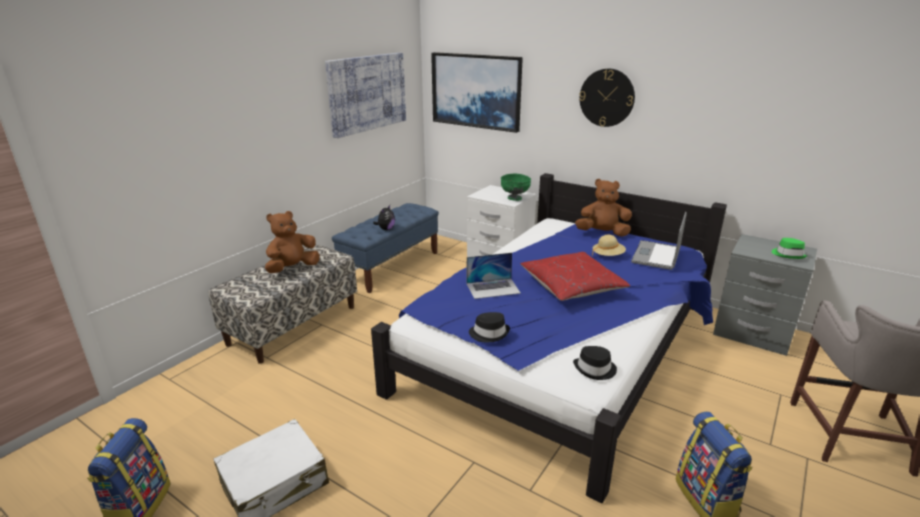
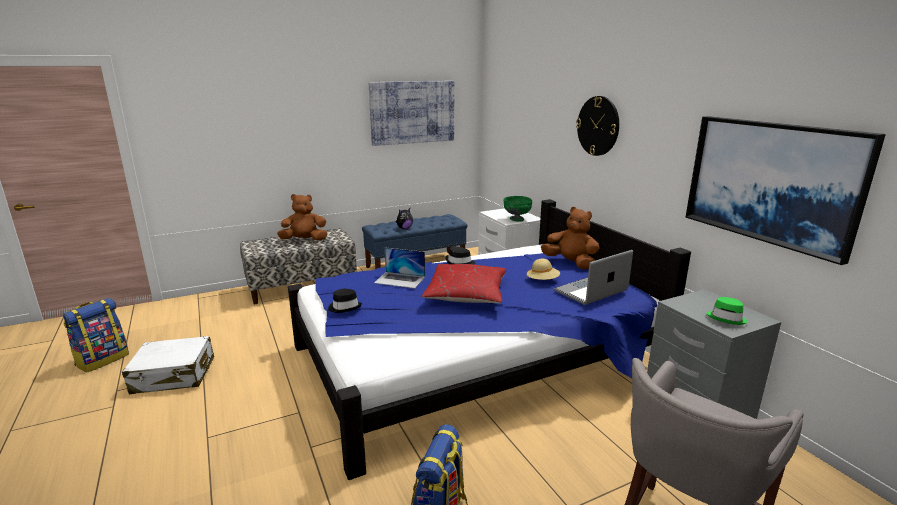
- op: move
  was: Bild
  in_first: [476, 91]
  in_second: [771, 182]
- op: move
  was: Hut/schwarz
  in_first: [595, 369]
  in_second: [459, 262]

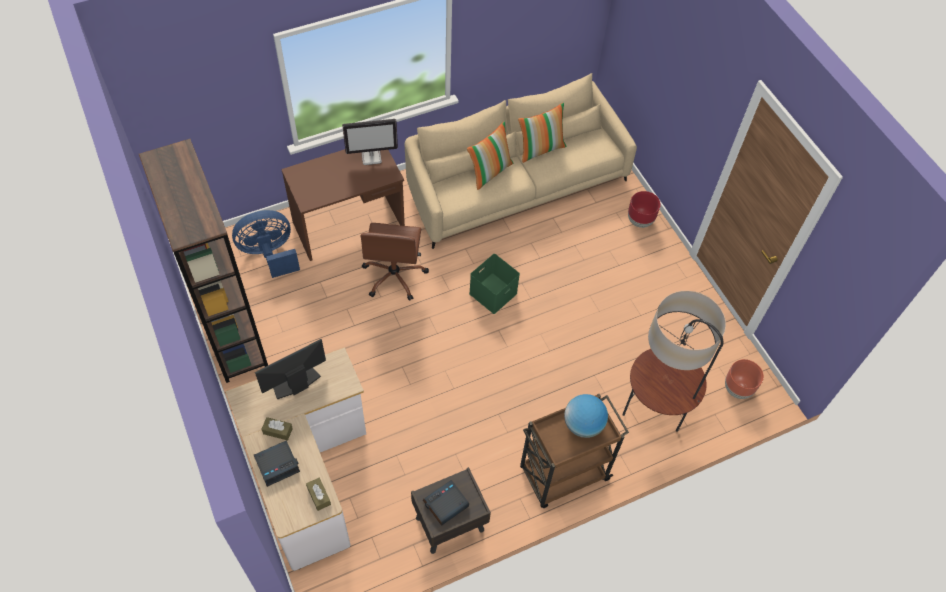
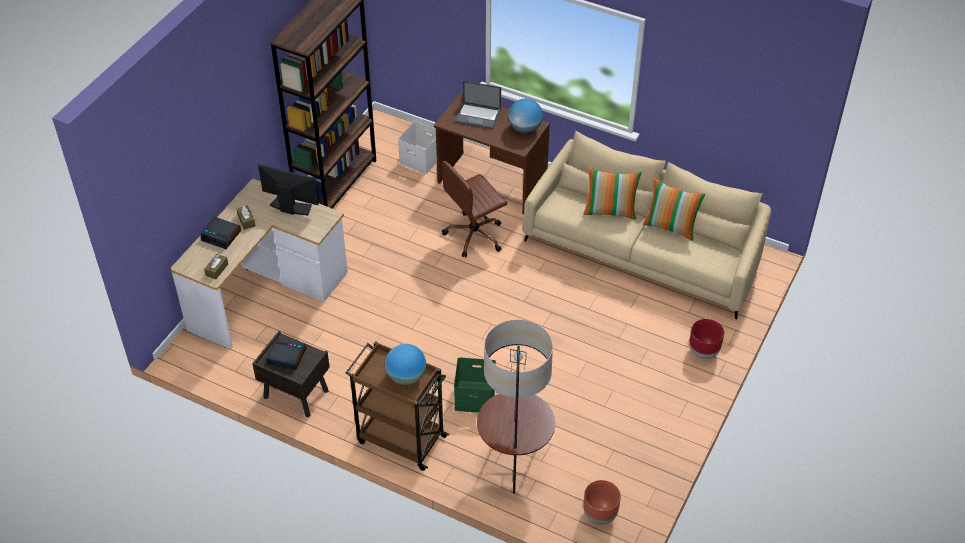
- op: insert
  now: Laptop
  in_second: [478, 116]
- op: move
  was: Aufbewahrungsbox/grün
  in_first: [493, 292]
  in_second: [476, 396]
- op: replace
  was: Ventilator/blau
  now: Aufbewahrungsbox/weiß
  in_first: [269, 254]
  in_second: [419, 159]
- op: replace
  was: Monitor
  now: Globus
  in_first: [372, 157]
  in_second: [525, 128]

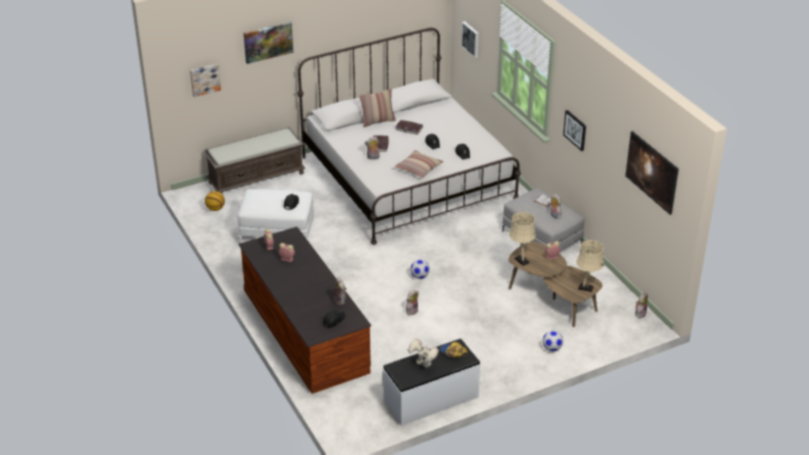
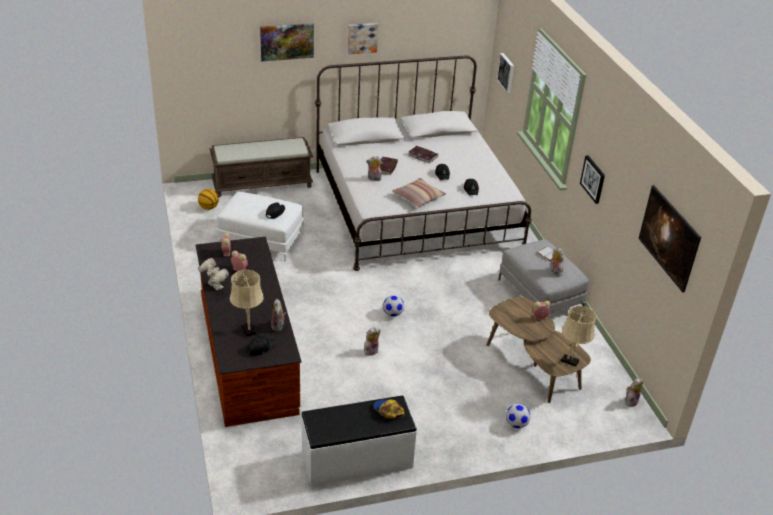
- op: delete
  was: Kissen
  in_first: [377, 121]
- op: move
  was: Bild
  in_first: [205, 79]
  in_second: [362, 37]
- op: move
  was: Spielzeugroboter
  in_first: [422, 364]
  in_second: [214, 286]
- op: move
  was: Tischlampe/beige
  in_first: [520, 260]
  in_second: [248, 328]

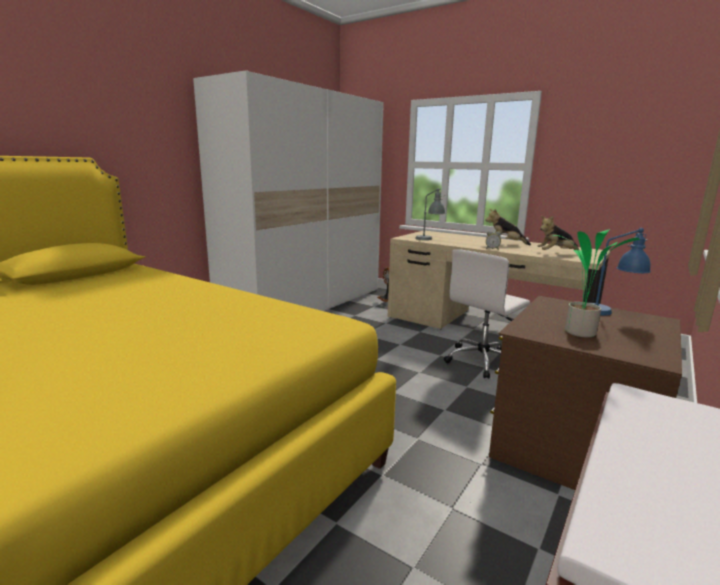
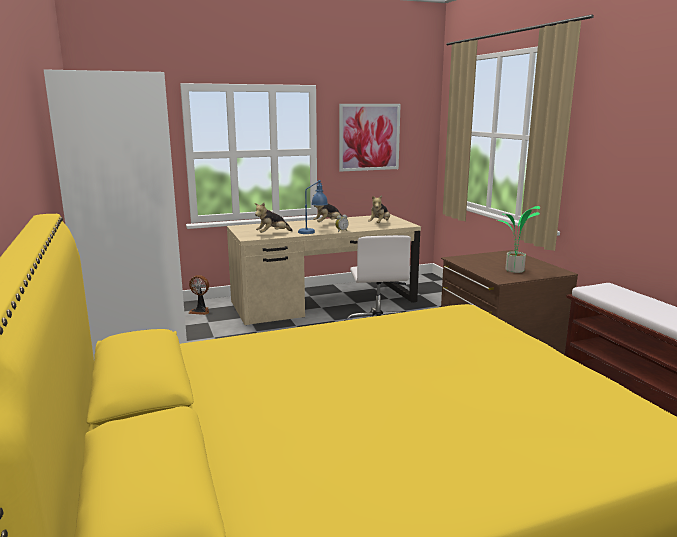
- op: insert
  now: Bild
  in_second: [369, 137]
- op: move
  was: Tischlampe/blau
  in_first: [610, 312]
  in_second: [313, 231]
- op: replace
  was: Tischlampe/grau
  now: Plüschtier
  in_first: [429, 239]
  in_second: [272, 234]

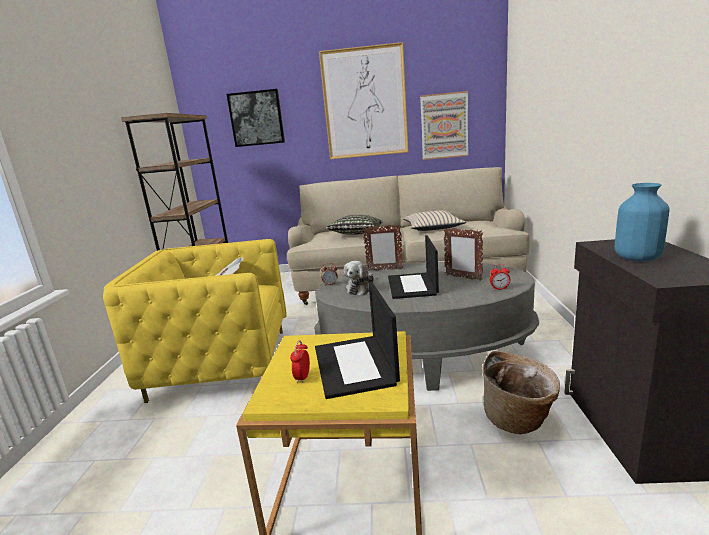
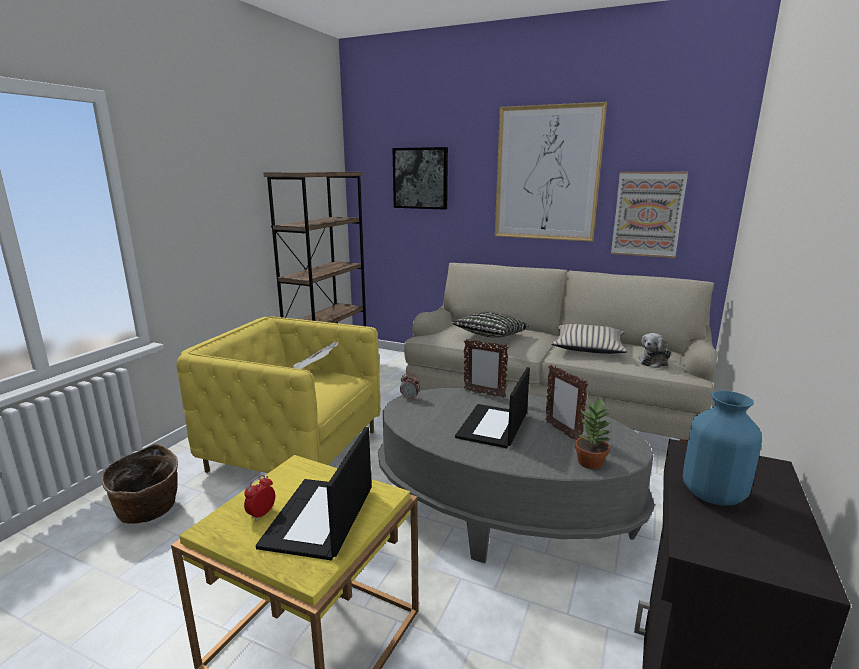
- op: move
  was: Plüschtier
  in_first: [361, 288]
  in_second: [654, 361]
- op: move
  was: Korb
  in_first: [518, 419]
  in_second: [149, 512]
- op: replace
  was: Wecker
  now: Topfpflanze
  in_first: [499, 289]
  in_second: [591, 462]

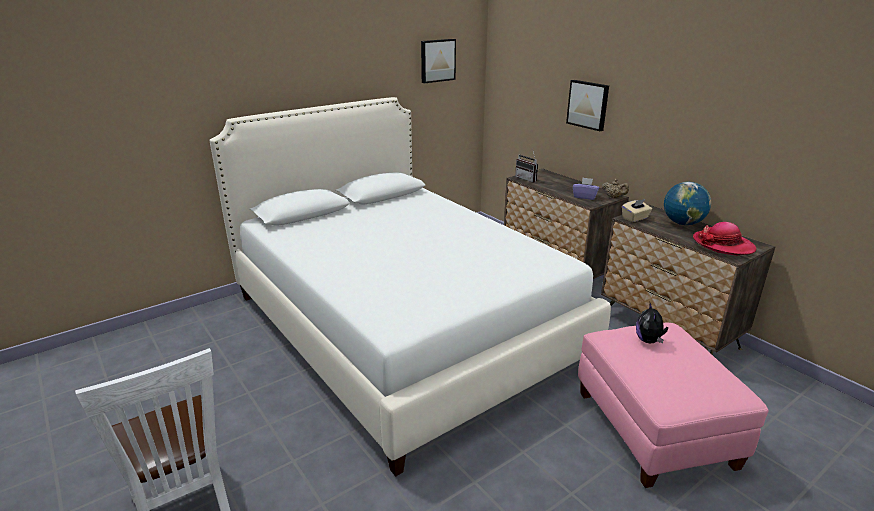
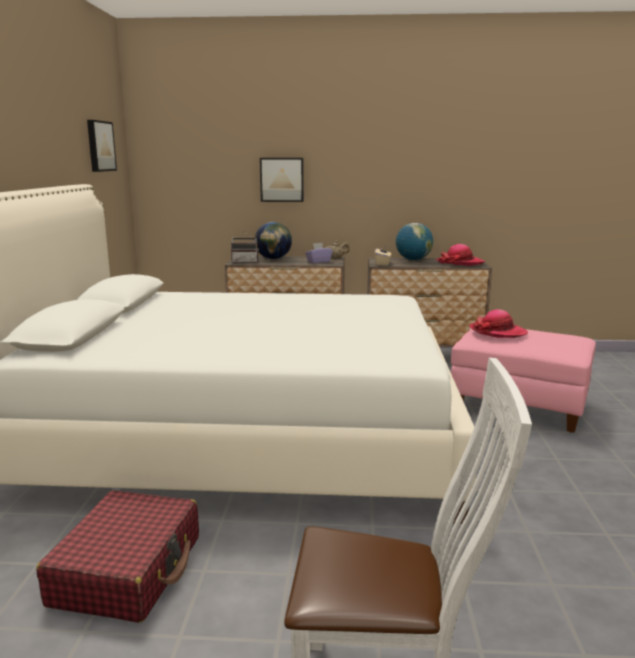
- op: insert
  now: Koffer/rot
  in_second: [128, 570]
- op: insert
  now: Globus
  in_second: [273, 259]
- op: replace
  was: Plüschtier
  now: Hut
  in_first: [649, 341]
  in_second: [497, 332]

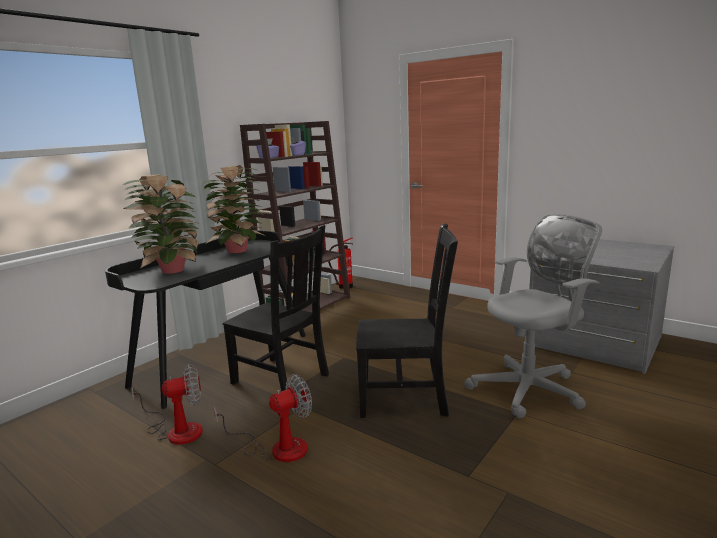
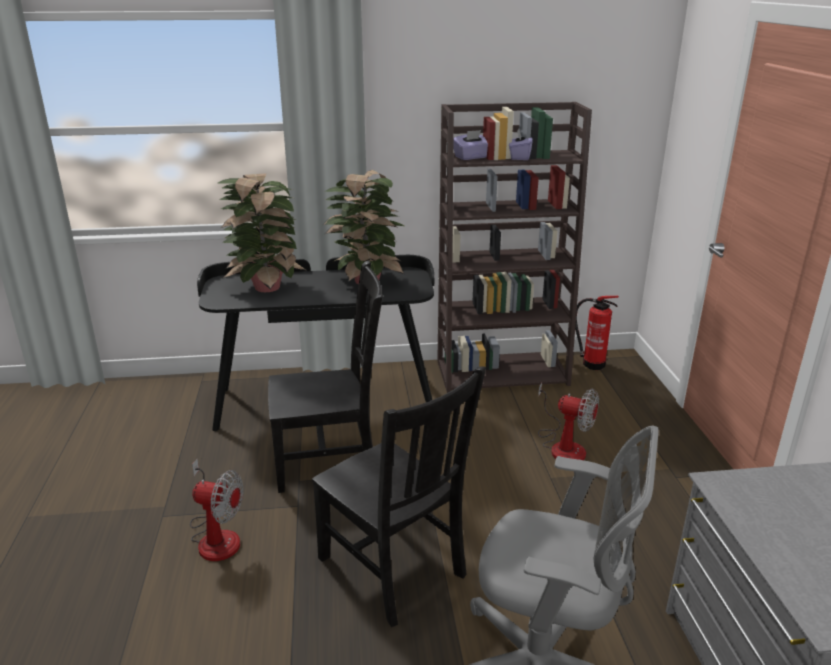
- op: move
  was: Ventilator
  in_first: [177, 430]
  in_second: [563, 445]
- op: rotate
  was: Stuhl/schwarz
  in_first: [282, 380]
  in_second: [330, 462]
  clockwise: -90

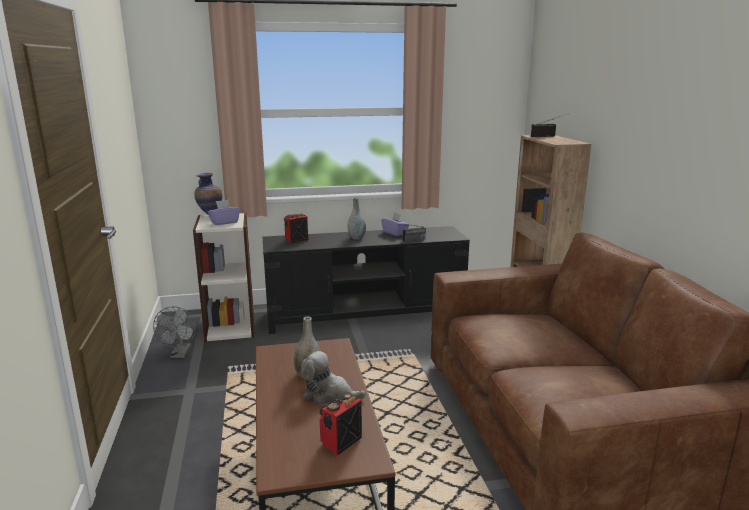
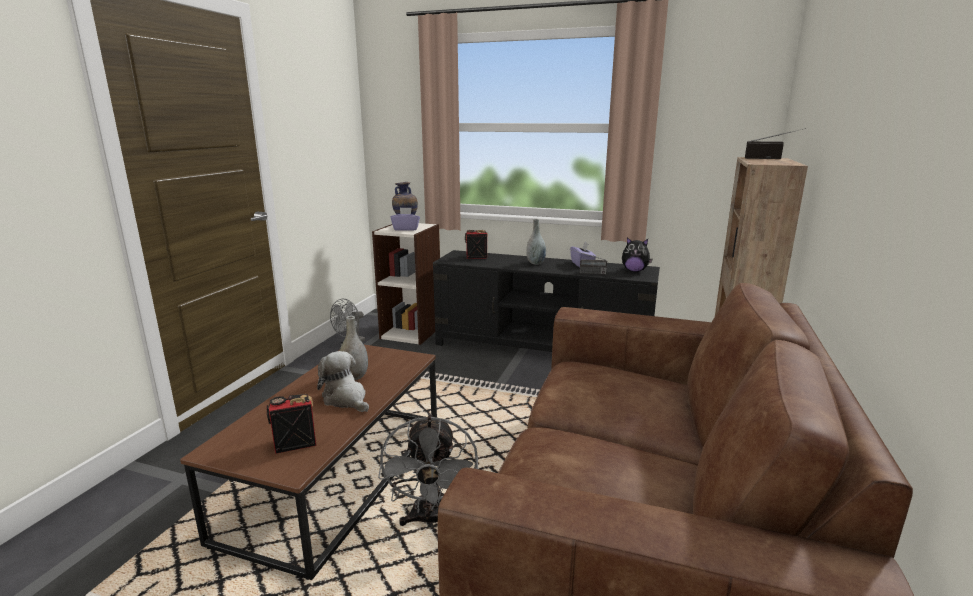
- op: insert
  now: Ventilator/grau
  in_second: [432, 520]
- op: insert
  now: Plüschtier
  in_second: [634, 271]

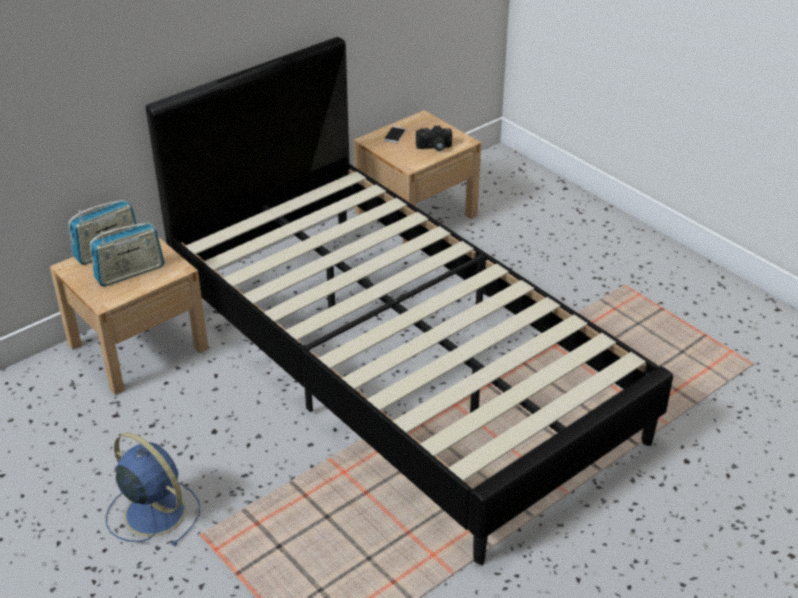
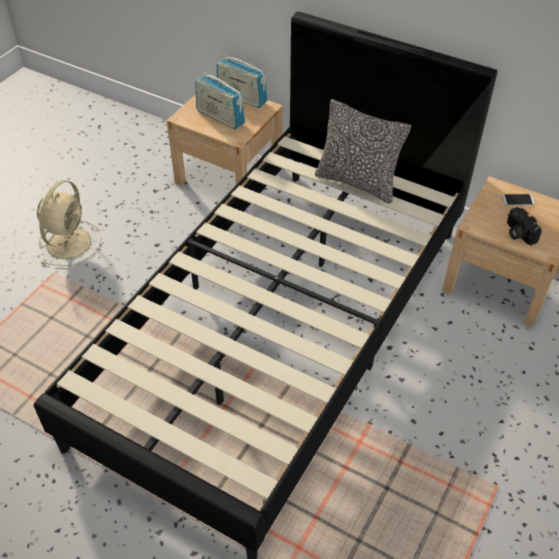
- op: insert
  now: Kissen
  in_second: [357, 182]
- op: recolor
  was: Ventilator/blau
  now: Ventilator/beige
  in_first: [153, 511]
  in_second: [70, 242]

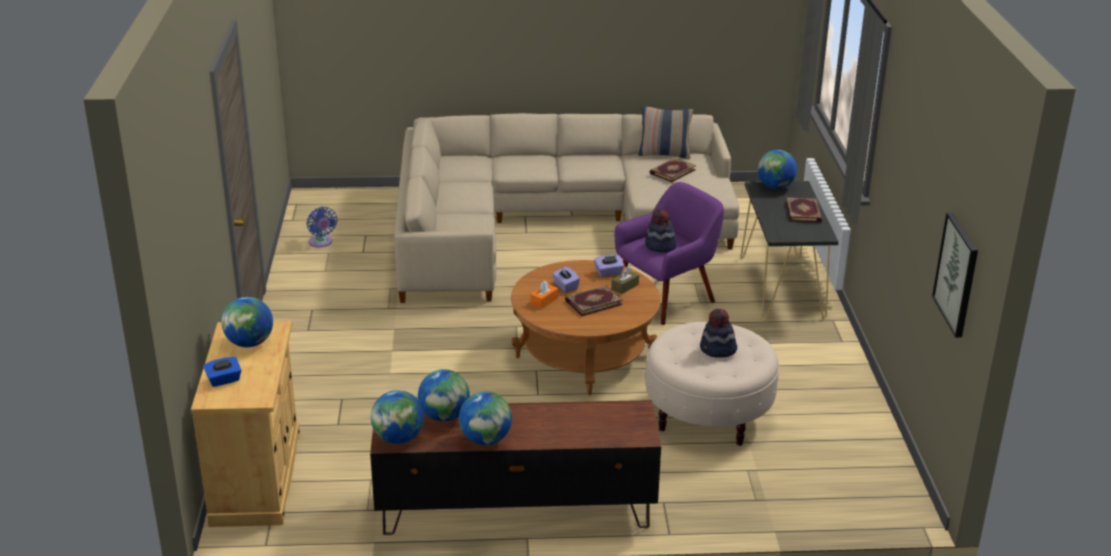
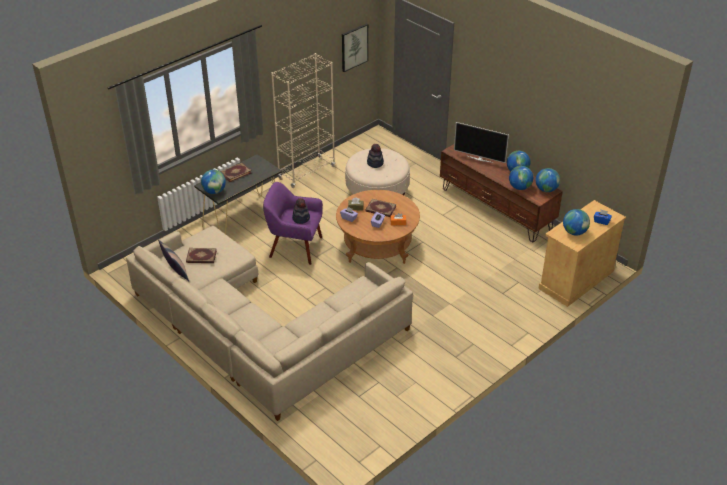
- op: delete
  was: Ventilator/blau
  in_first: [321, 243]
- op: insert
  now: Bücherregal/beige
  in_second: [307, 173]
- op: insert
  now: Fernseher
  in_second: [479, 159]

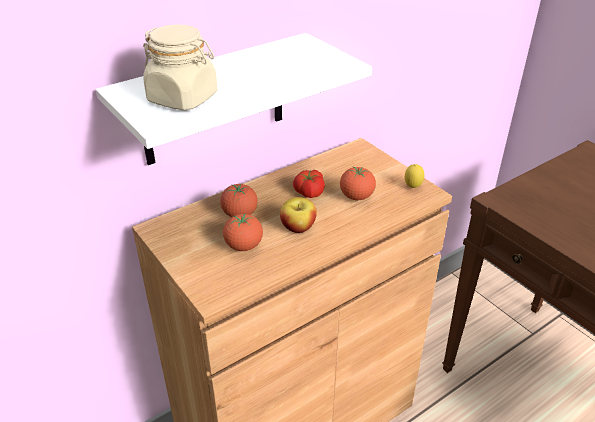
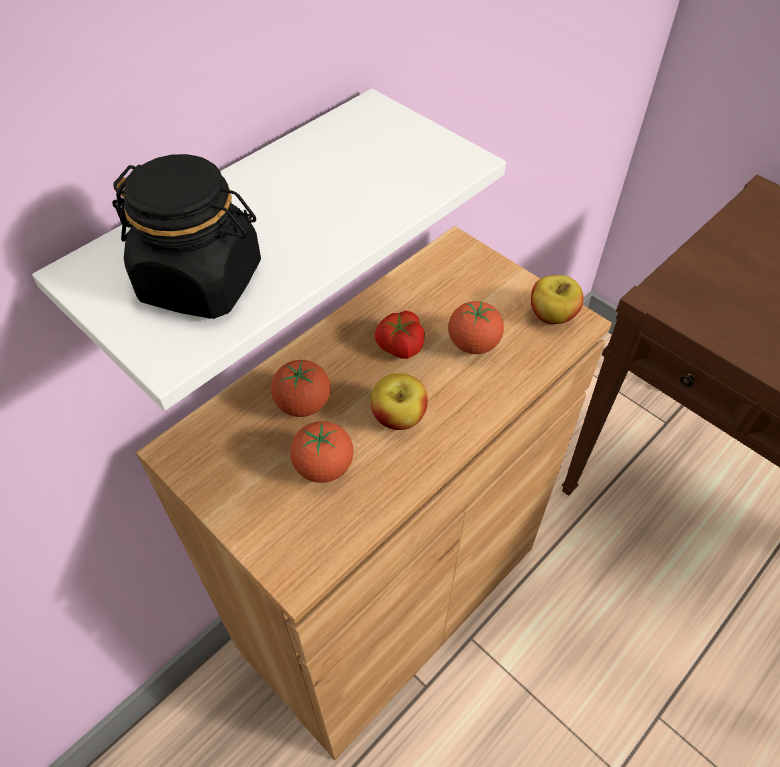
- op: replace
  was: Zitrone
  now: Apfel
  in_first: [412, 187]
  in_second: [552, 315]
- op: recolor
  was: Vorratsglas/beige
  now: Vorratsglas/schwarz
  in_first: [183, 98]
  in_second: [202, 282]

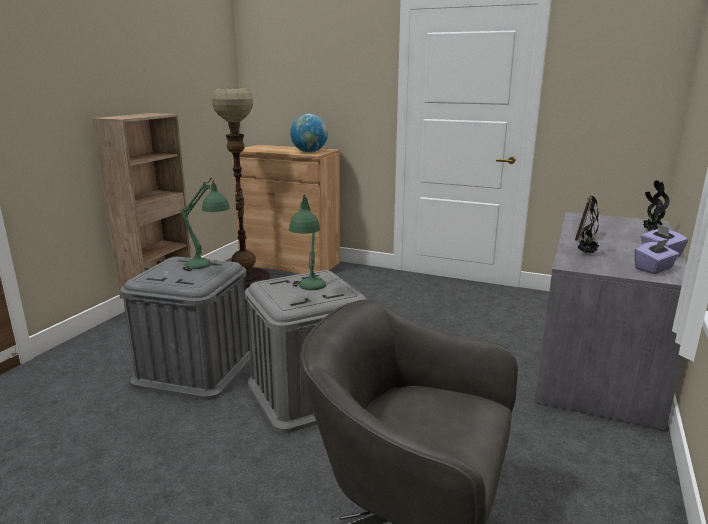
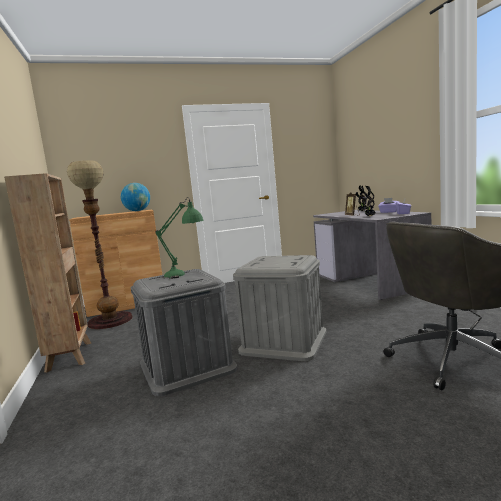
- op: delete
  was: Tischlampe/grün
  in_first: [308, 290]

